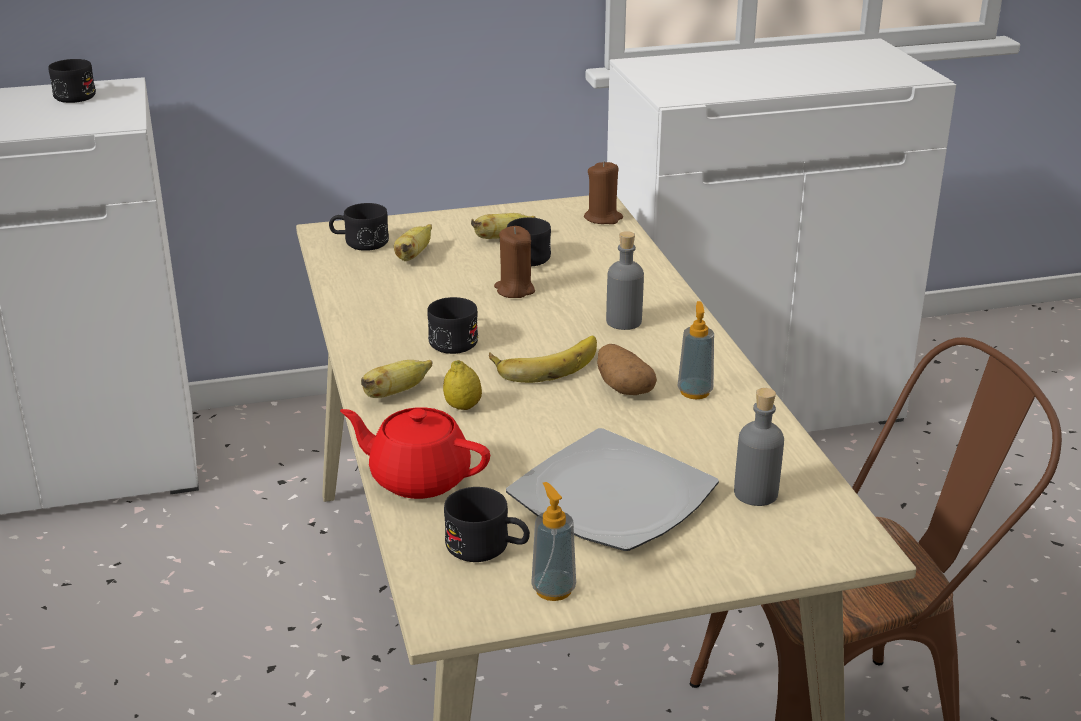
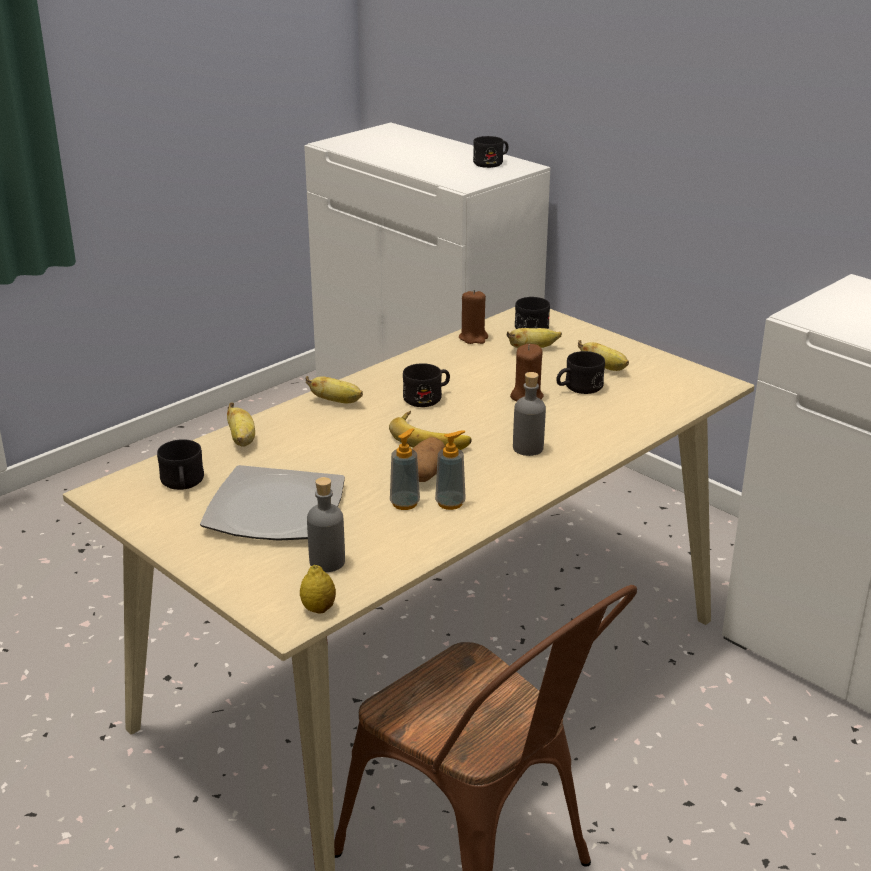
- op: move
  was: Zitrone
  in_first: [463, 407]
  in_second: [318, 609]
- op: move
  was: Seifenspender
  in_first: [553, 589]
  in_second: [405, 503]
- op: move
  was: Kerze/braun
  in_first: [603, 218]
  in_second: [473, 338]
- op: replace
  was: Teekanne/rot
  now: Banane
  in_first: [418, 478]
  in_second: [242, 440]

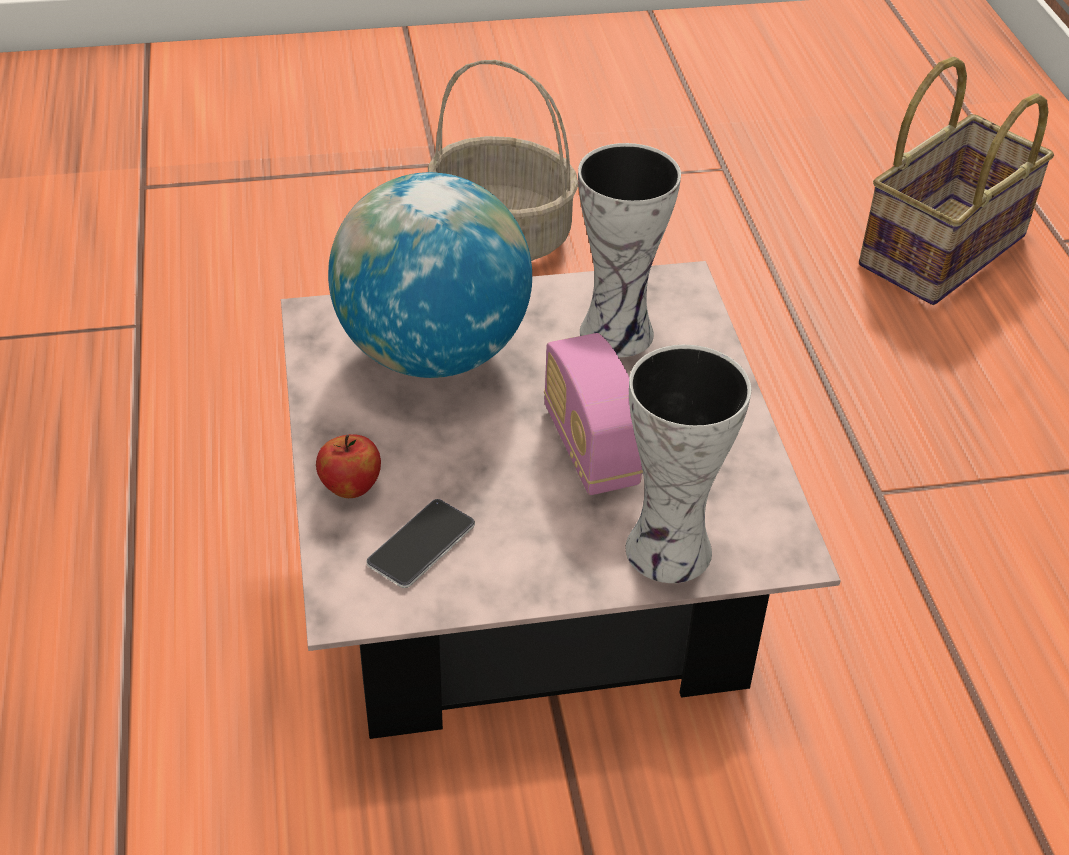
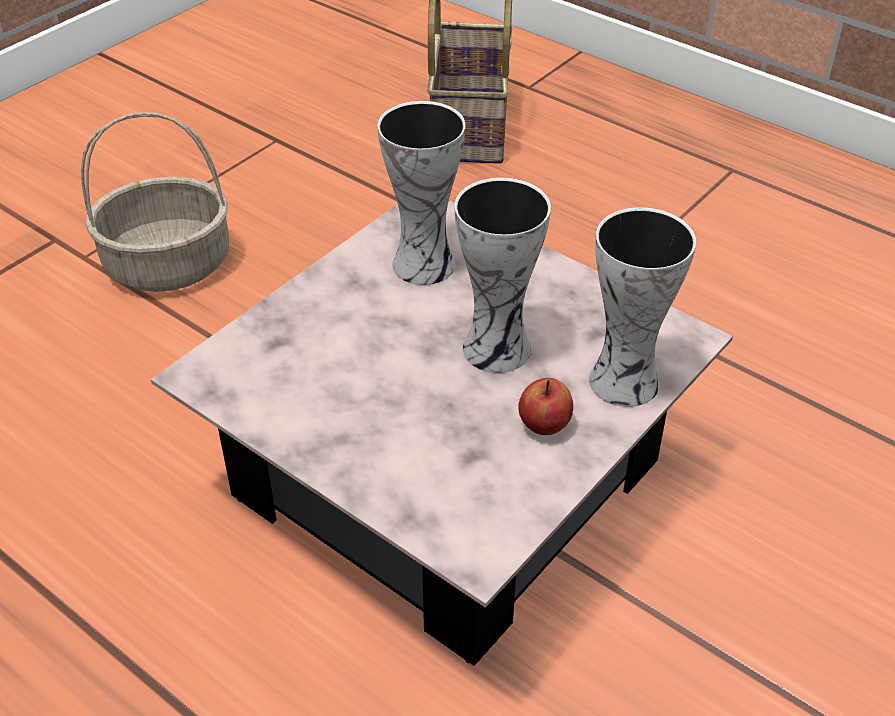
- op: delete
  was: Globus
  in_first: [432, 353]
- op: delete
  was: Handy
  in_first: [421, 545]
- op: move
  was: Apfel
  in_first: [350, 487]
  in_second: [544, 426]
- op: replace
  was: Radio
  now: Vase
  in_first: [590, 447]
  in_second: [500, 348]

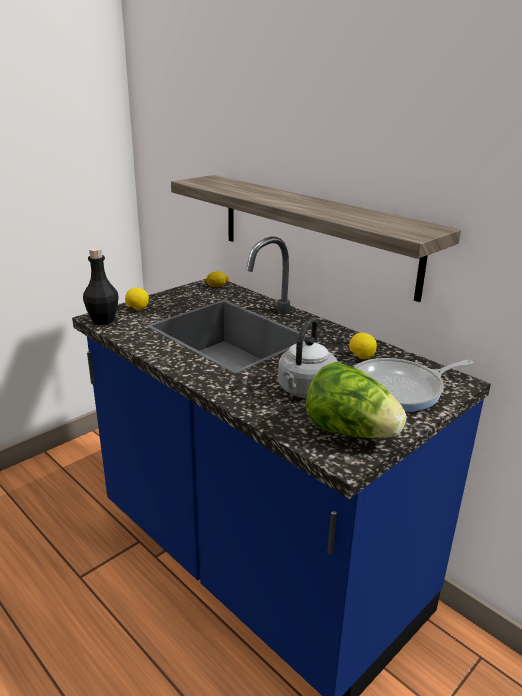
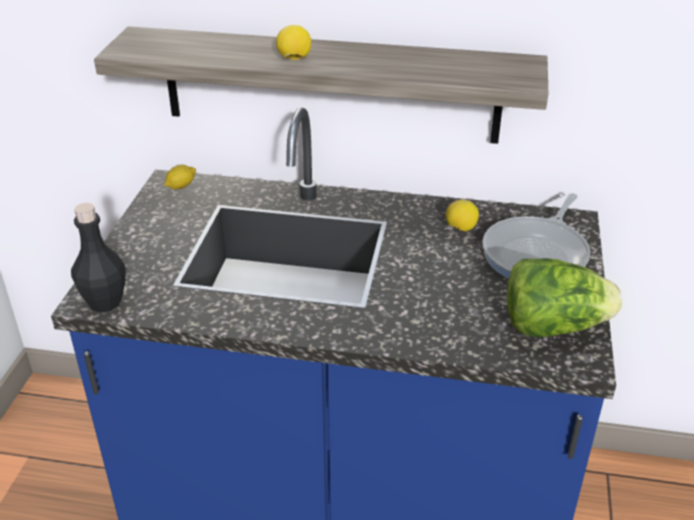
- op: delete
  was: Wasserkessel/grau
  in_first: [305, 391]
- op: move
  was: Zitrone
  in_first: [137, 309]
  in_second: [294, 59]

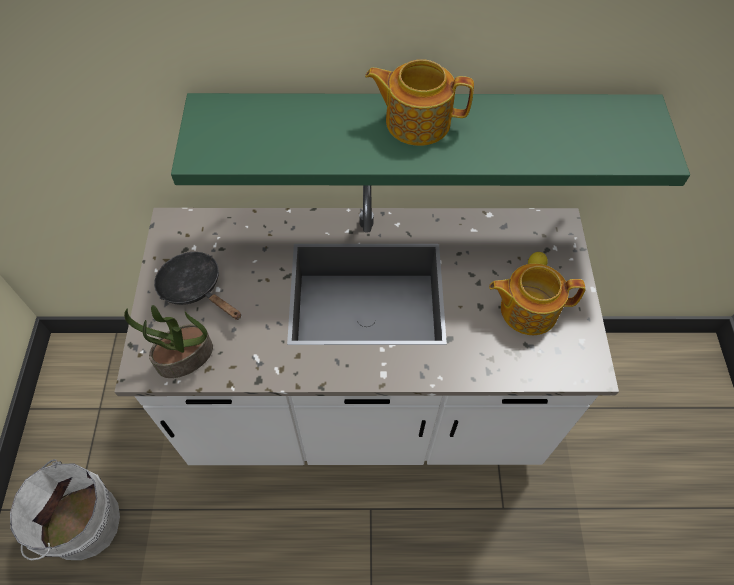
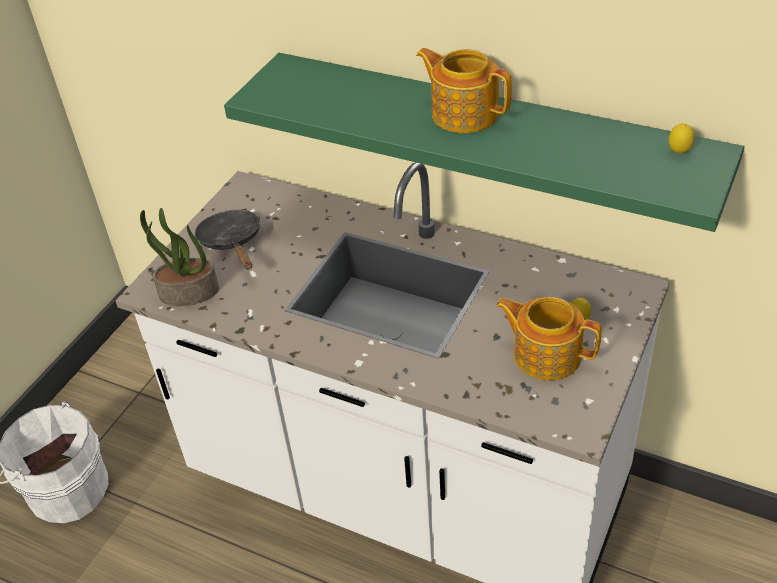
- op: insert
  now: Zitrone
  in_second: [678, 153]

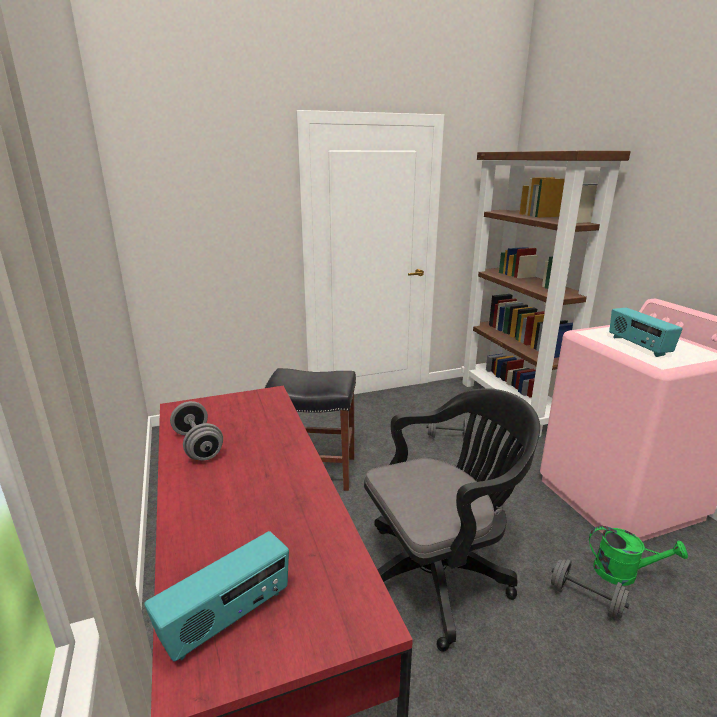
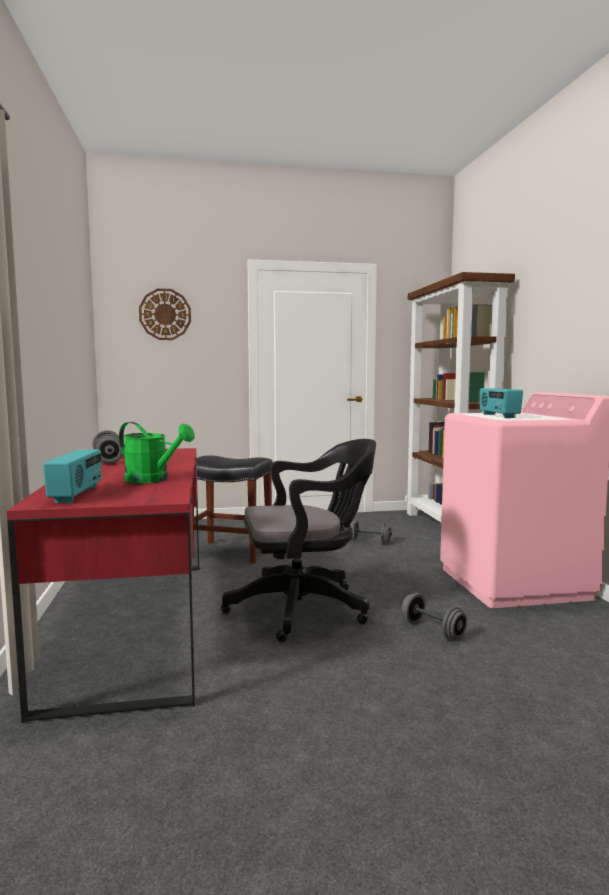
- op: insert
  now: Wanduhr
  in_second: [165, 314]
- op: move
  was: Gießkanne/grün
  in_first: [623, 573]
  in_second: [153, 480]
- op: rotate
  was: Radio
  in_first: [228, 618]
  in_second: [77, 495]
  clockwise: -60

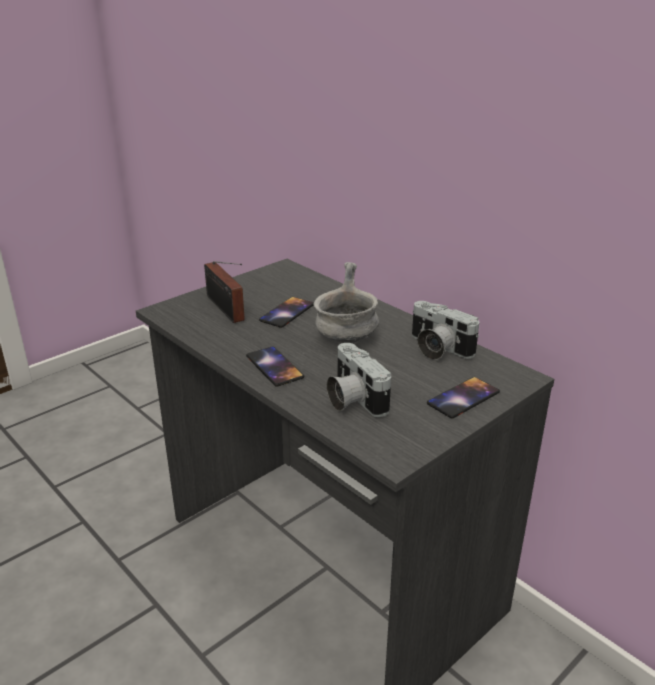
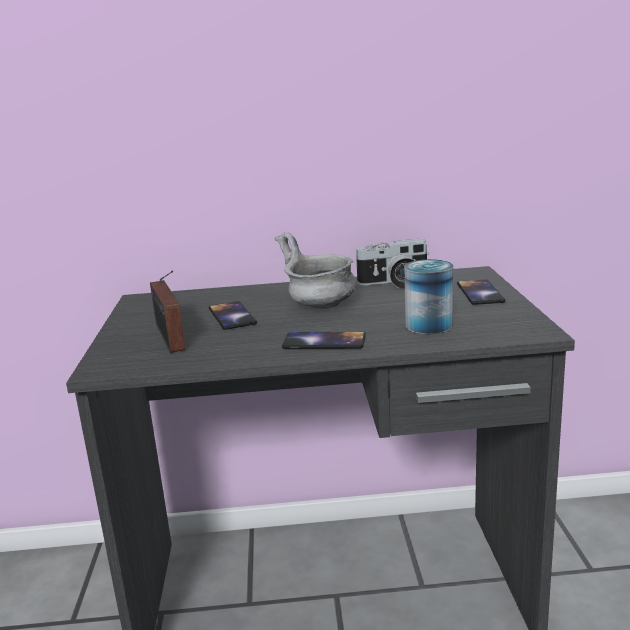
- op: replace
  was: Kamera
  now: Dose
  in_first: [352, 399]
  in_second: [428, 325]
- op: rotate
  was: Radio
  in_first: [226, 309]
  in_second: [169, 338]
  clockwise: 60

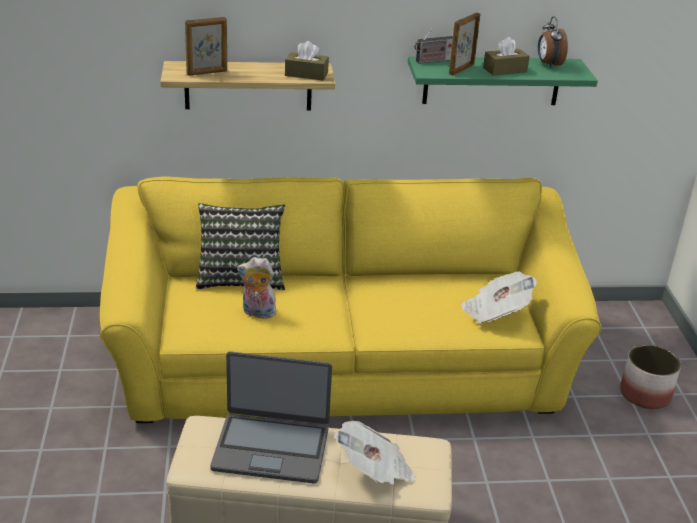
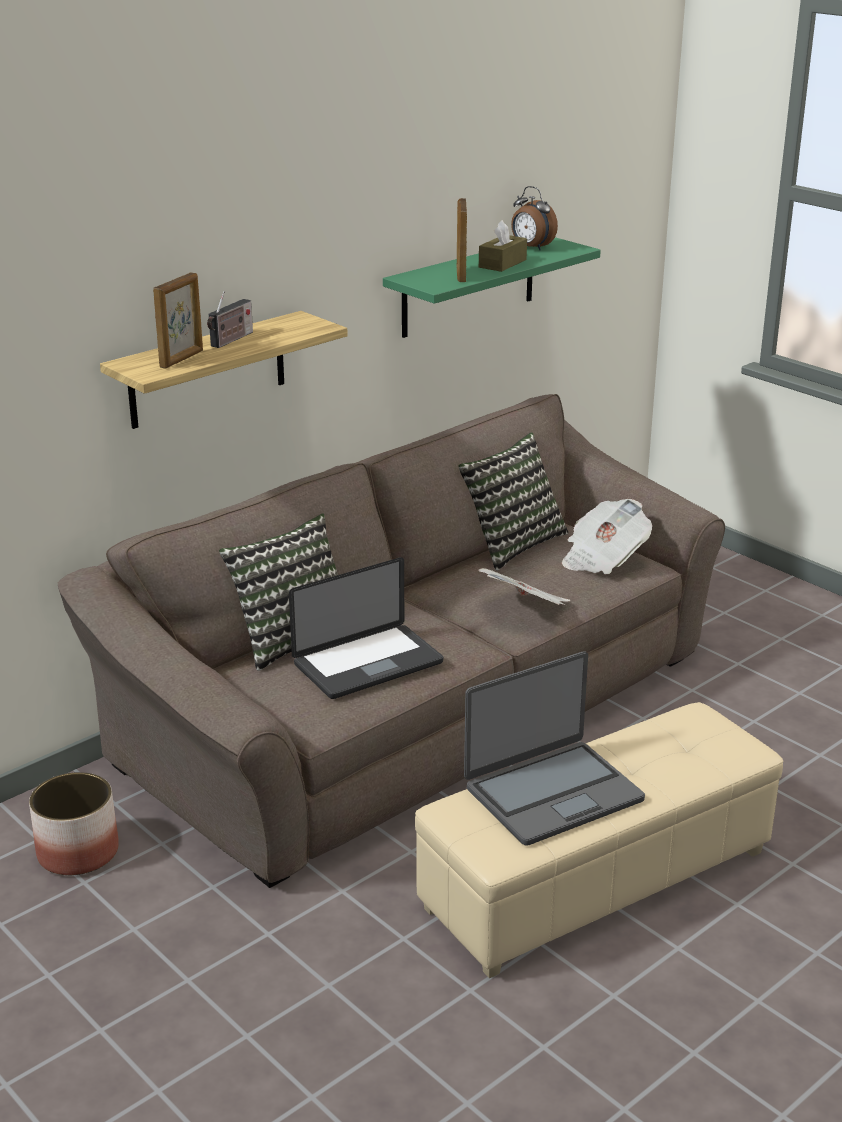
- op: delete
  was: Taschentuchbox/braun
  in_first: [306, 74]
- op: insert
  now: Kissen
  in_second: [511, 544]
- op: move
  was: Zeitung
  in_first: [374, 470]
  in_second: [526, 609]
- op: move
  was: Radio
  in_first: [432, 61]
  in_second: [231, 340]
- op: move
  was: Pflanzkübel
  in_first: [645, 394]
  in_second: [79, 852]
- op: replace
  was: Plüschtier
  now: Laptop
  in_first: [257, 313]
  in_second: [368, 664]
- op: recolor
  was: Sofa/gelb
  now: Sofa/braun
  in_first: [342, 362]
  in_second: [419, 710]

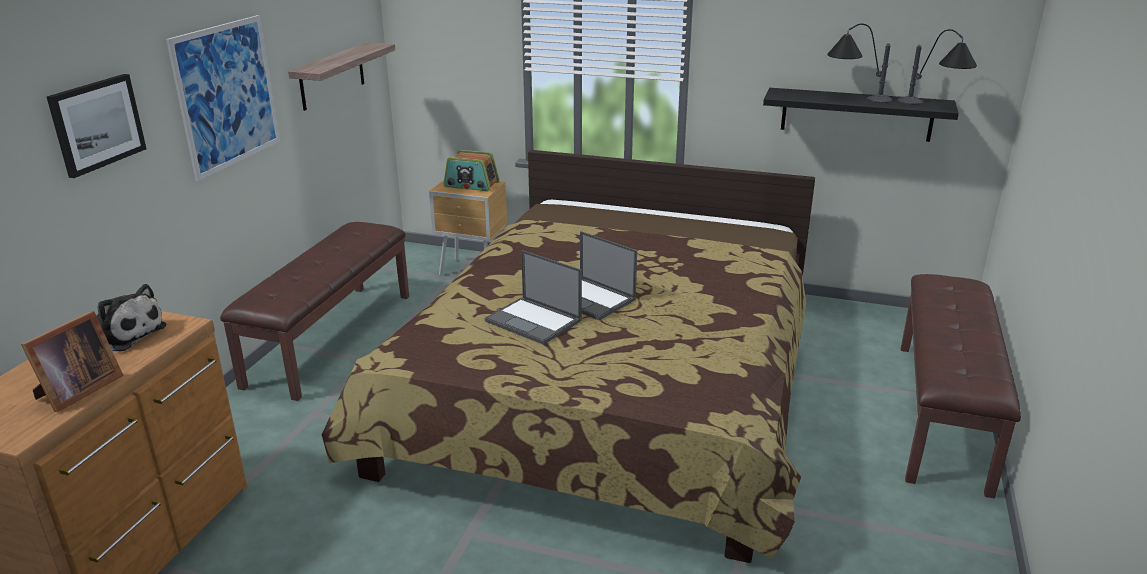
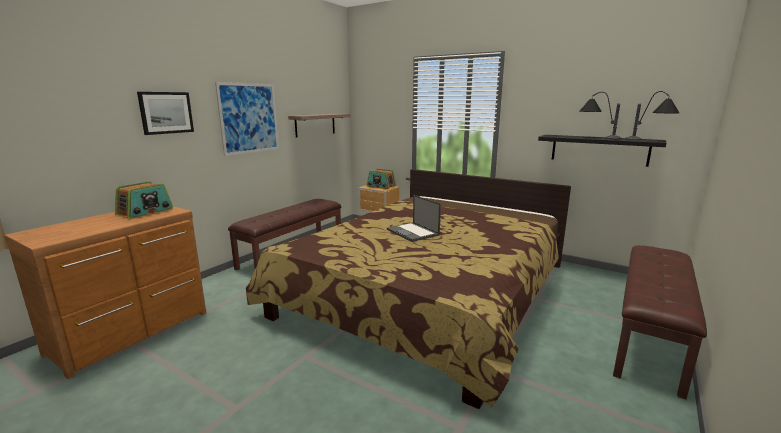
- op: delete
  was: Bilderrahmen
  in_first: [76, 391]
- op: delete
  was: Laptop
  in_first: [534, 321]
- op: replace
  was: Plüschtier
  now: Radio
  in_first: [125, 334]
  in_second: [145, 212]

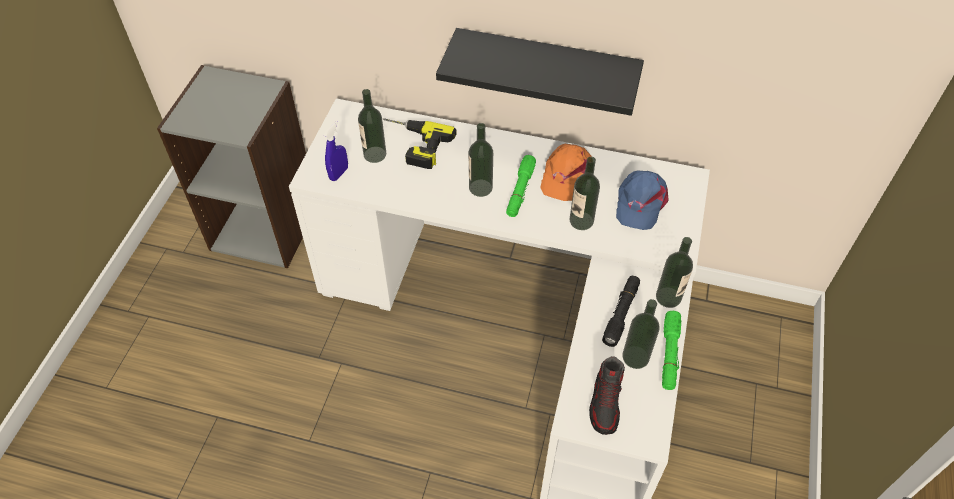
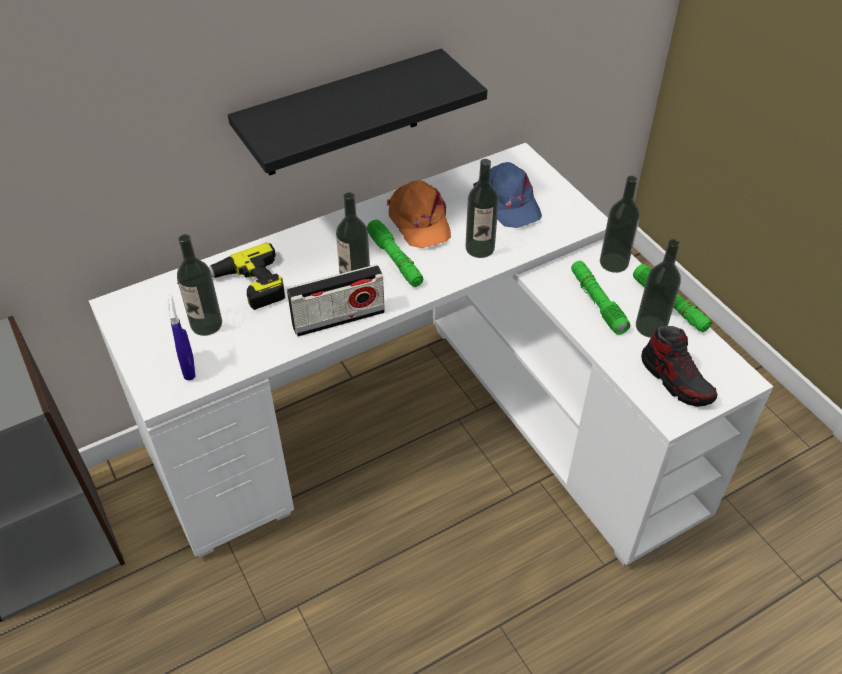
- op: insert
  now: Radio
  in_second: [338, 319]
- op: recolor
  was: Taschenlampe/schwarz
  now: Taschenlampe/grün
  in_first: [621, 314]
  in_second: [597, 302]

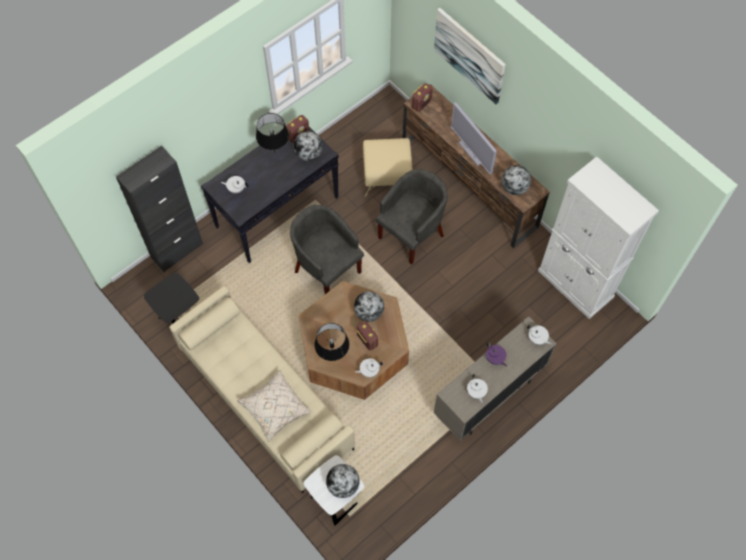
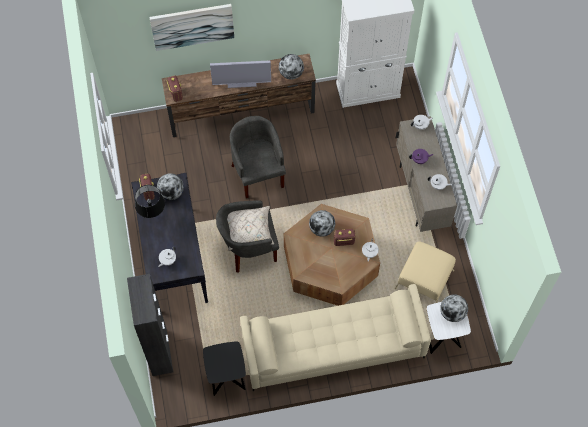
- op: delete
  was: Tischlampe/schwarz
  in_first: [332, 356]
- op: move
  was: Kissen/beige
  in_first: [275, 408]
  in_second: [249, 231]
- op: move
  was: Polsterhocker/beige
  in_first: [386, 175]
  in_second: [424, 280]

